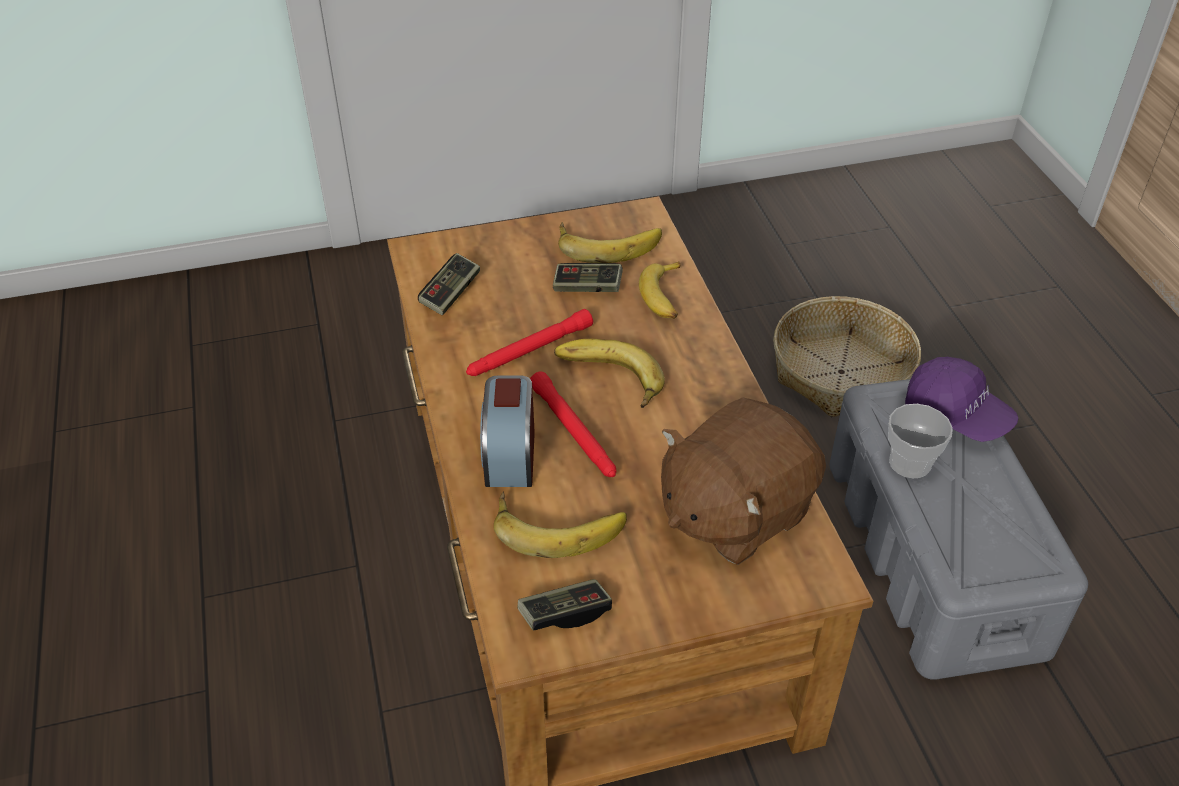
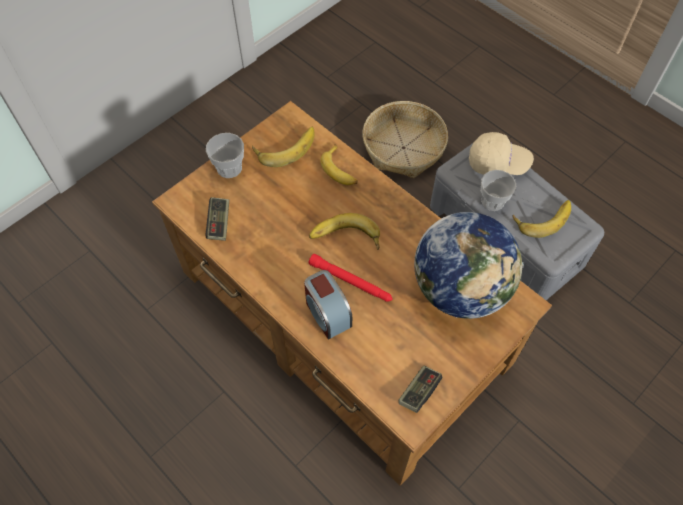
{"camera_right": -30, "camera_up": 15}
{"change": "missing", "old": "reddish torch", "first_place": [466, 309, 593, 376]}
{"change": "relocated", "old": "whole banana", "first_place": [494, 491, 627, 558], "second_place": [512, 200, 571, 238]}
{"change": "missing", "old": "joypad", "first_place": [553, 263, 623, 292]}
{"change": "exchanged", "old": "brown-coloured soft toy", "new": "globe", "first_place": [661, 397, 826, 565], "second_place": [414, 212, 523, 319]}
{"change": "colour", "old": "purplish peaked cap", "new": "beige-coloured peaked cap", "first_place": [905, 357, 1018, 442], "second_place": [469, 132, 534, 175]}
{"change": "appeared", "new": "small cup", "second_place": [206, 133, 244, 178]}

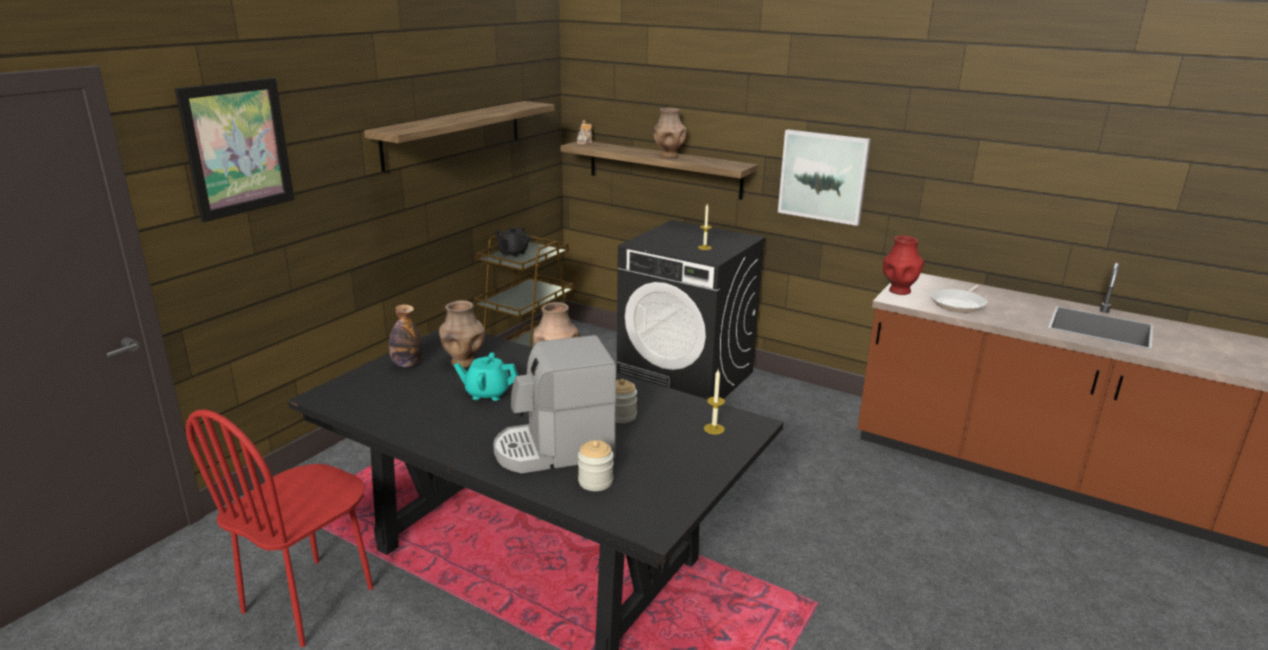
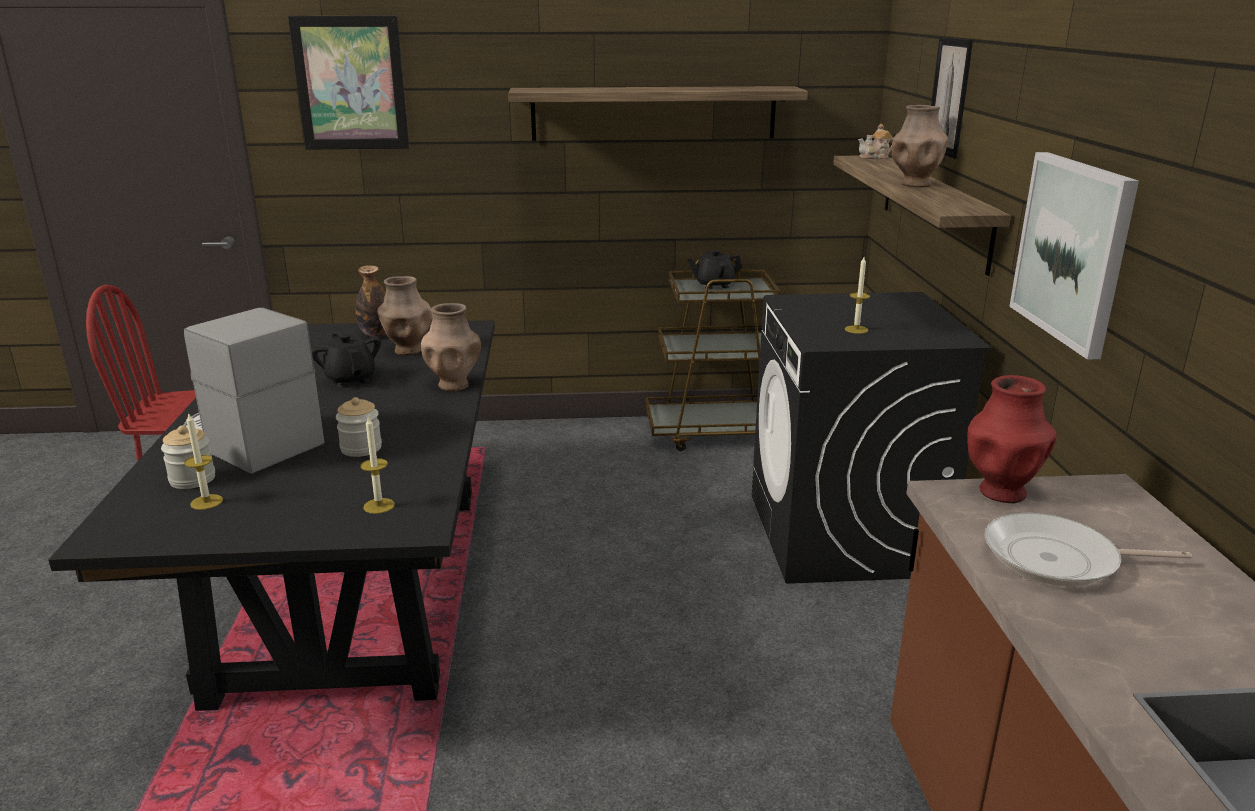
{"camera_right": 55, "camera_up": 0}
{"change": "colour", "old": "turquoise pot for tea", "new": "black pot for tea", "first_place": [454, 352, 518, 401], "second_place": [311, 334, 381, 387]}
{"change": "appeared", "new": "wax candle", "second_place": [184, 412, 223, 510]}
{"change": "appeared", "new": "wall art", "second_place": [931, 37, 973, 159]}

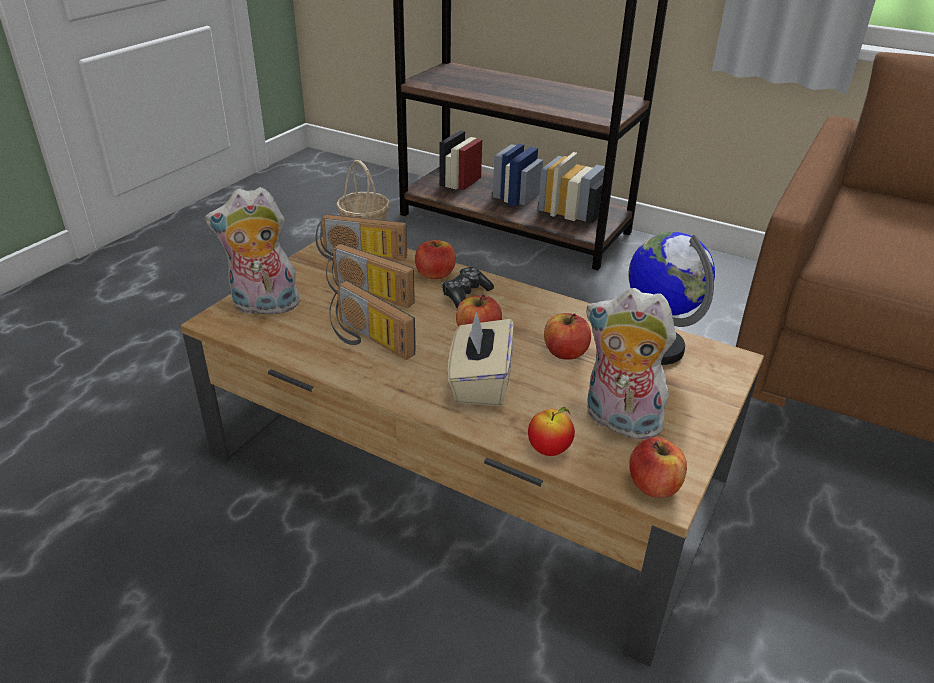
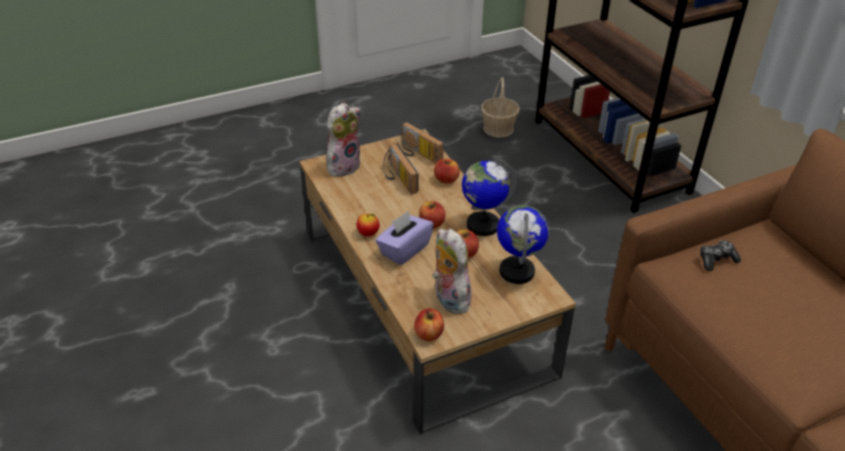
{"camera_right": 35, "camera_up": 5}
{"change": "spun", "old": "soft toy", "first_place": [205, 187, 300, 317], "second_place": [326, 103, 360, 177], "degrees": 105}
{"change": "missing", "old": "radio set", "first_place": [329, 281, 416, 360]}
{"change": "relocated", "old": "joypad", "first_place": [442, 267, 494, 308], "second_place": [700, 240, 741, 271]}
{"change": "colour", "old": "beige-coloured tissue holder", "new": "purplish tissue holder", "first_place": [448, 312, 514, 406], "second_place": [375, 211, 434, 265]}
{"change": "relocated", "old": "apple", "first_place": [528, 407, 575, 456], "second_place": [357, 214, 380, 236]}
{"change": "appeared", "new": "globe", "second_place": [462, 160, 517, 236]}

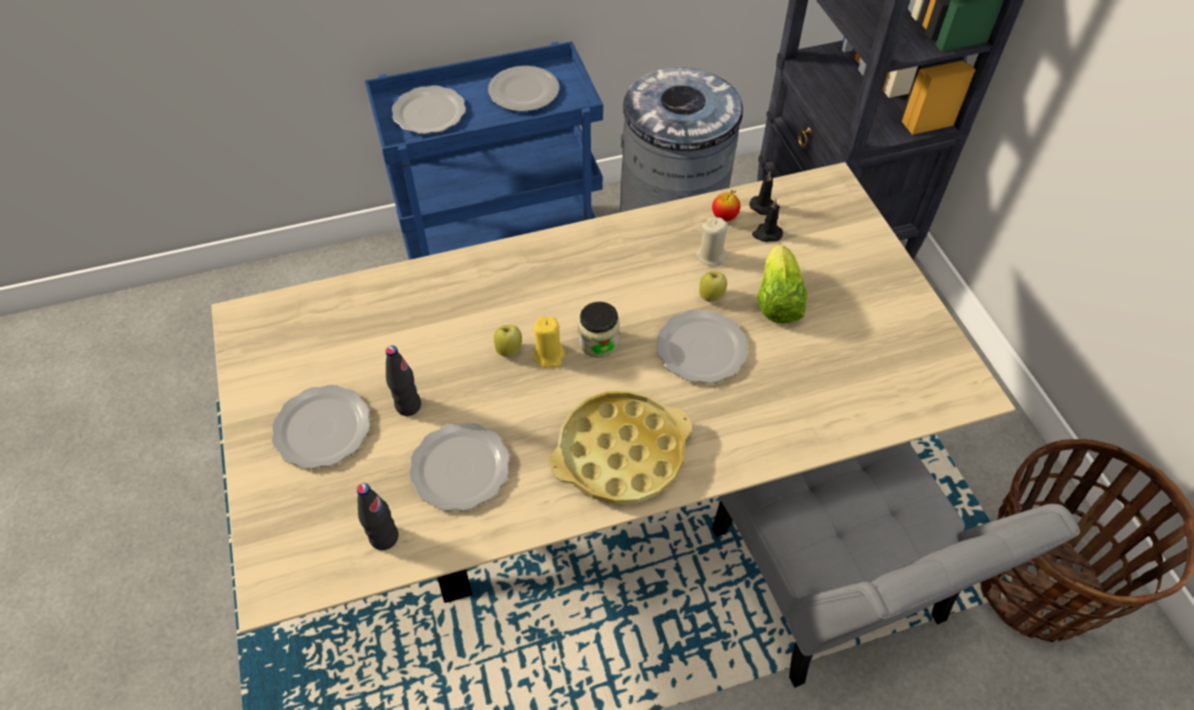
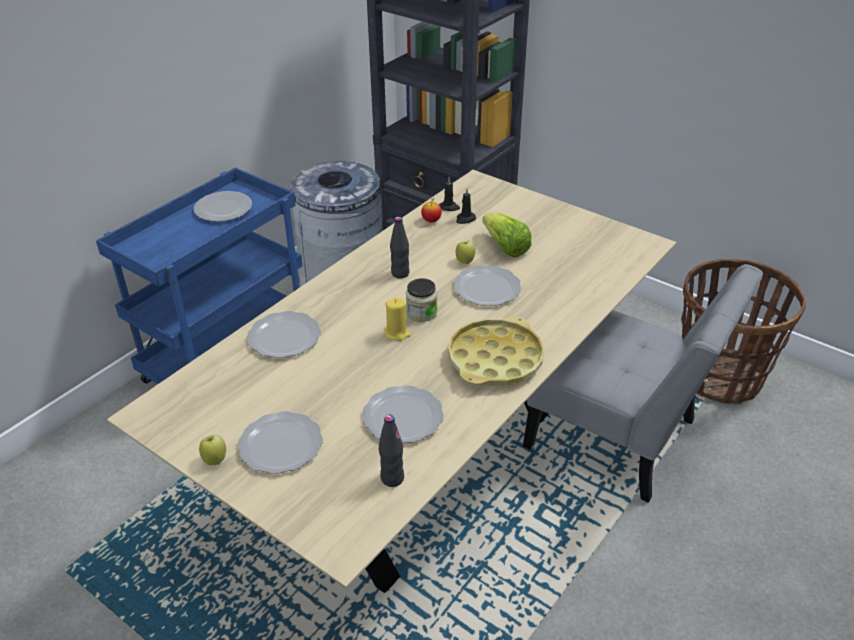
{"camera_right": -35, "camera_up": -15}
{"change": "relocated", "old": "black beverage bottle", "first_place": [386, 346, 421, 416], "second_place": [390, 217, 409, 279]}
{"change": "relocated", "old": "flat dish", "first_place": [392, 85, 466, 134], "second_place": [247, 311, 321, 358]}
{"change": "relocated", "old": "apple", "first_place": [494, 325, 522, 357], "second_place": [199, 435, 226, 465]}
{"change": "missing", "old": "beige-coloured wax candle", "first_place": [696, 217, 728, 266]}

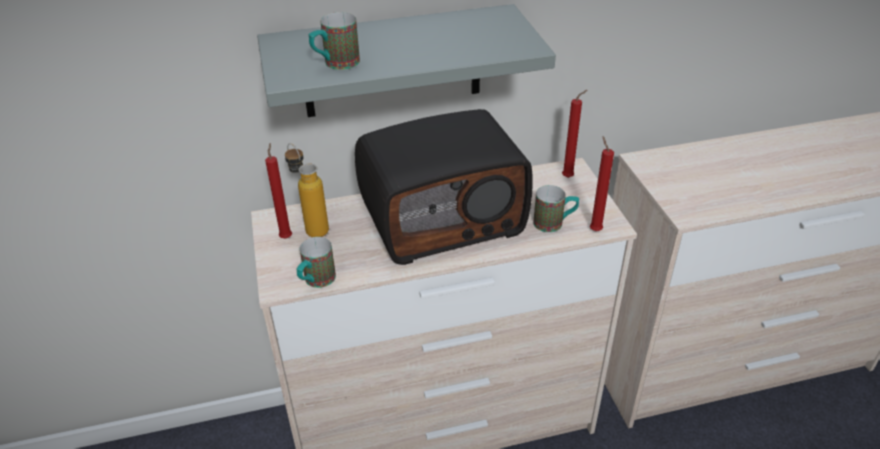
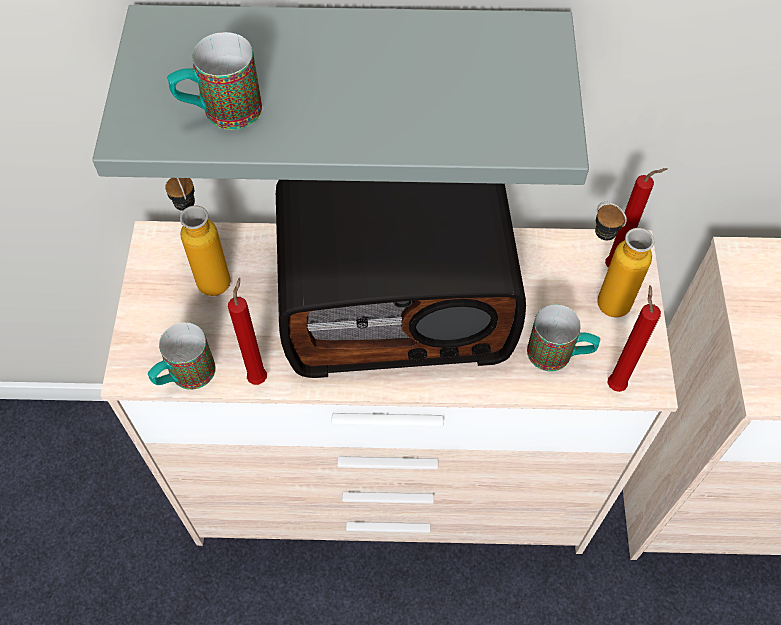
{"camera_right": 15, "camera_up": 20}
{"change": "relocated", "old": "reddish wax candle", "first_place": [265, 143, 292, 238], "second_place": [228, 278, 267, 385]}
{"change": "appeared", "new": "beverage bottle", "second_place": [595, 202, 654, 317]}

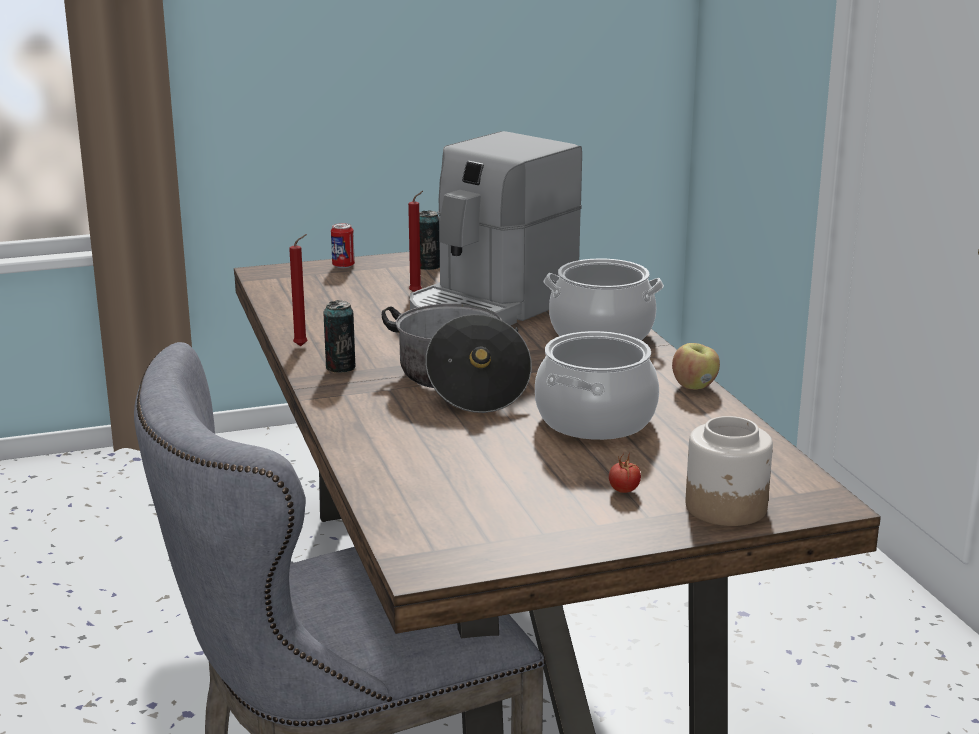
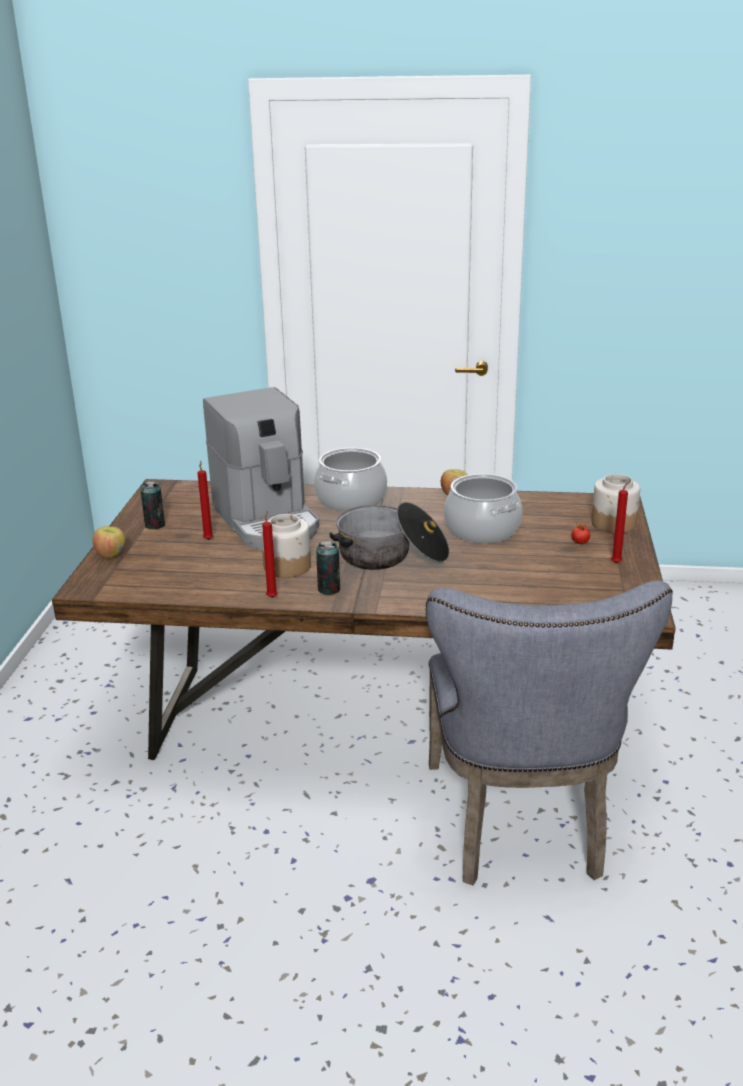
{"camera_right": -65, "camera_up": 5}
{"change": "exchanged", "old": "sealed can", "new": "apple", "first_place": [331, 223, 355, 268], "second_place": [93, 526, 126, 558]}
{"change": "appeared", "new": "jar", "second_place": [261, 514, 311, 578]}
{"change": "appeared", "new": "reddish wax candle", "second_place": [611, 481, 631, 563]}

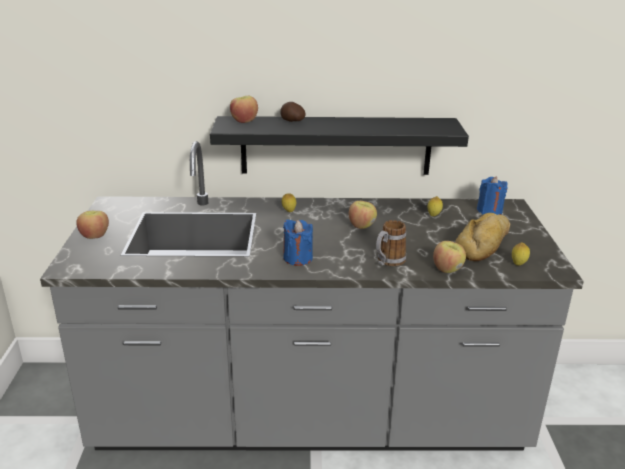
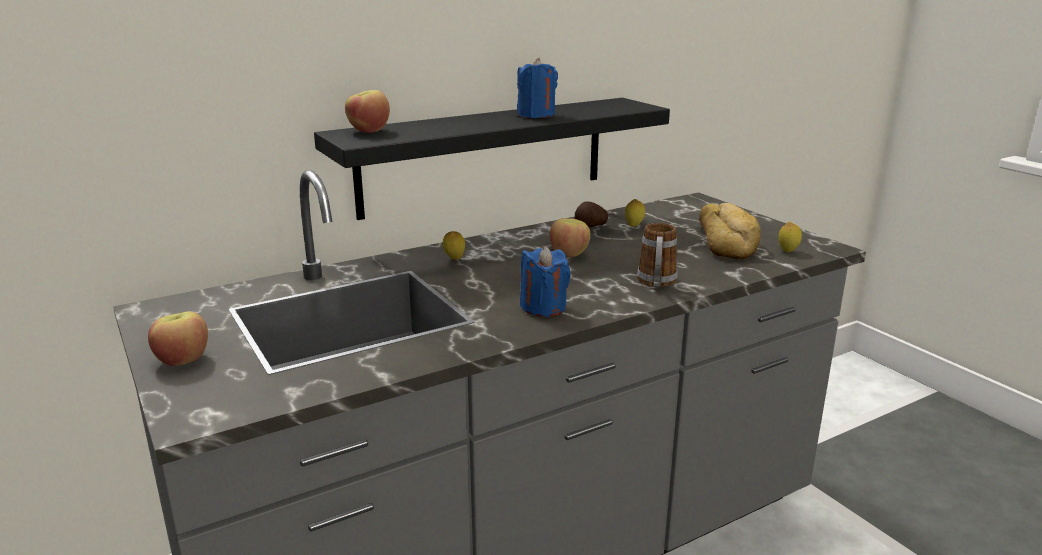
{"camera_right": -30, "camera_up": -5}
{"change": "relocated", "old": "potato", "first_place": [280, 102, 305, 122], "second_place": [575, 201, 608, 227]}
{"change": "missing", "old": "apple", "first_place": [433, 241, 466, 273]}
{"change": "relocated", "old": "bluish wax candle", "first_place": [477, 176, 508, 215], "second_place": [517, 57, 558, 118]}

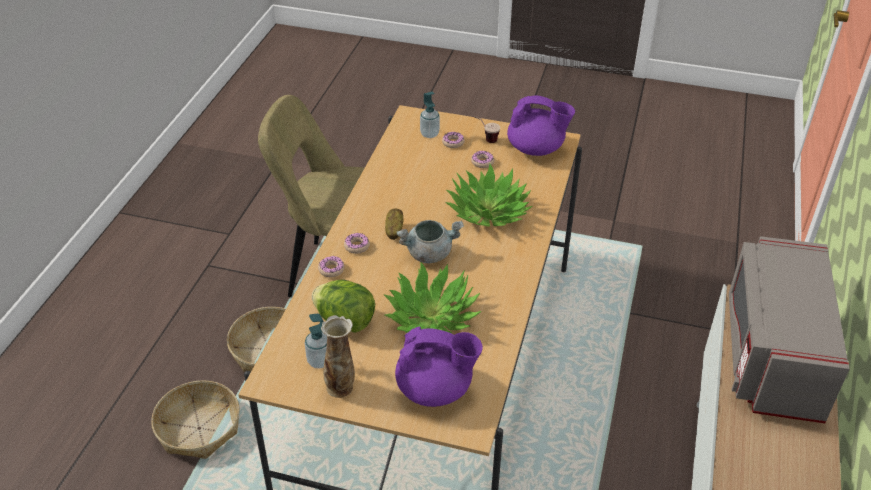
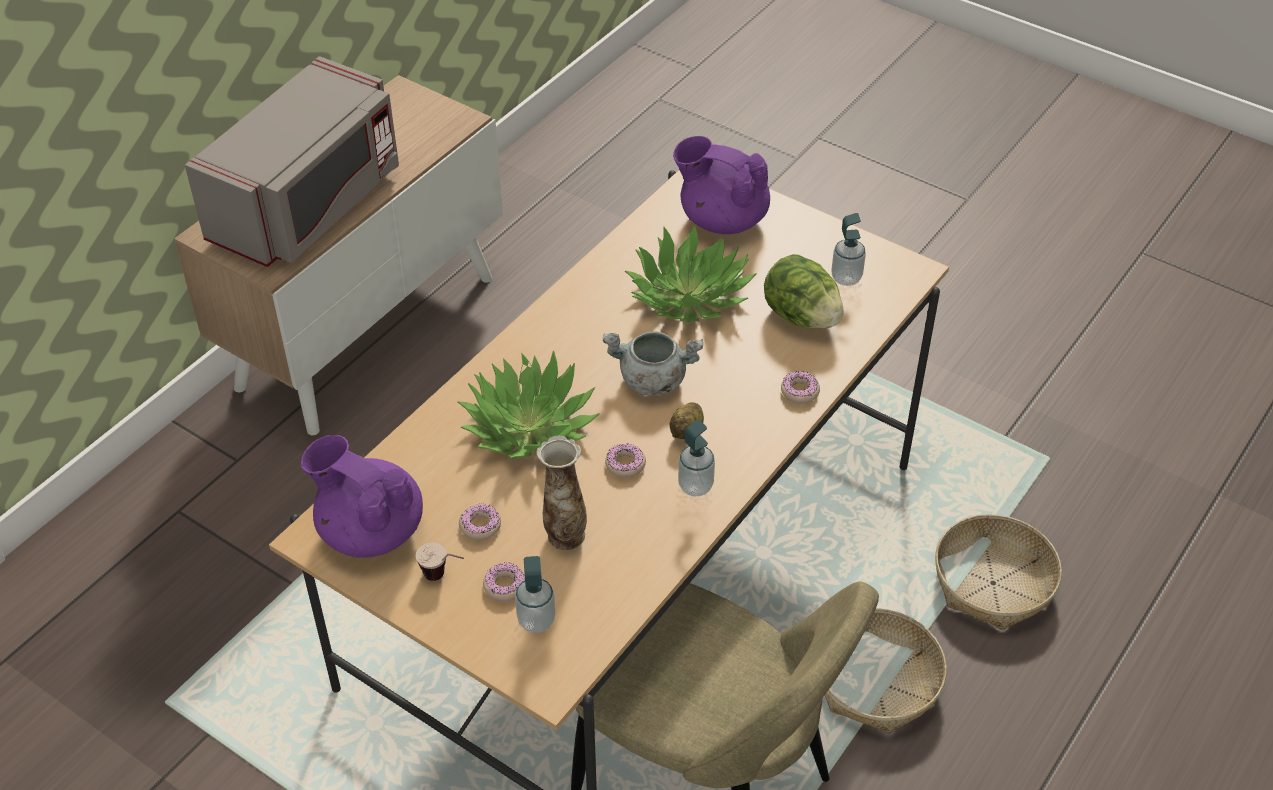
{"camera_right": -160, "camera_up": 5}
{"change": "relocated", "old": "vase", "first_place": [321, 315, 355, 398], "second_place": [537, 436, 587, 550]}
{"change": "relocated", "old": "donut", "first_place": [344, 233, 370, 254], "second_place": [605, 444, 646, 478]}
{"change": "appeared", "new": "liquid soap bottle", "second_place": [678, 419, 715, 496]}

